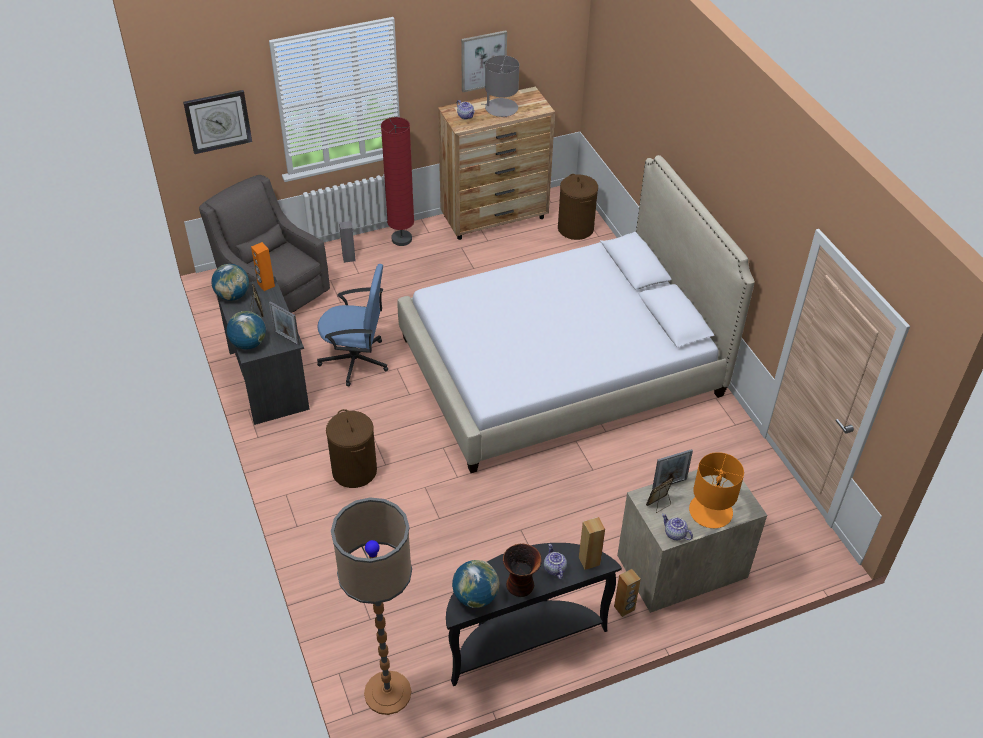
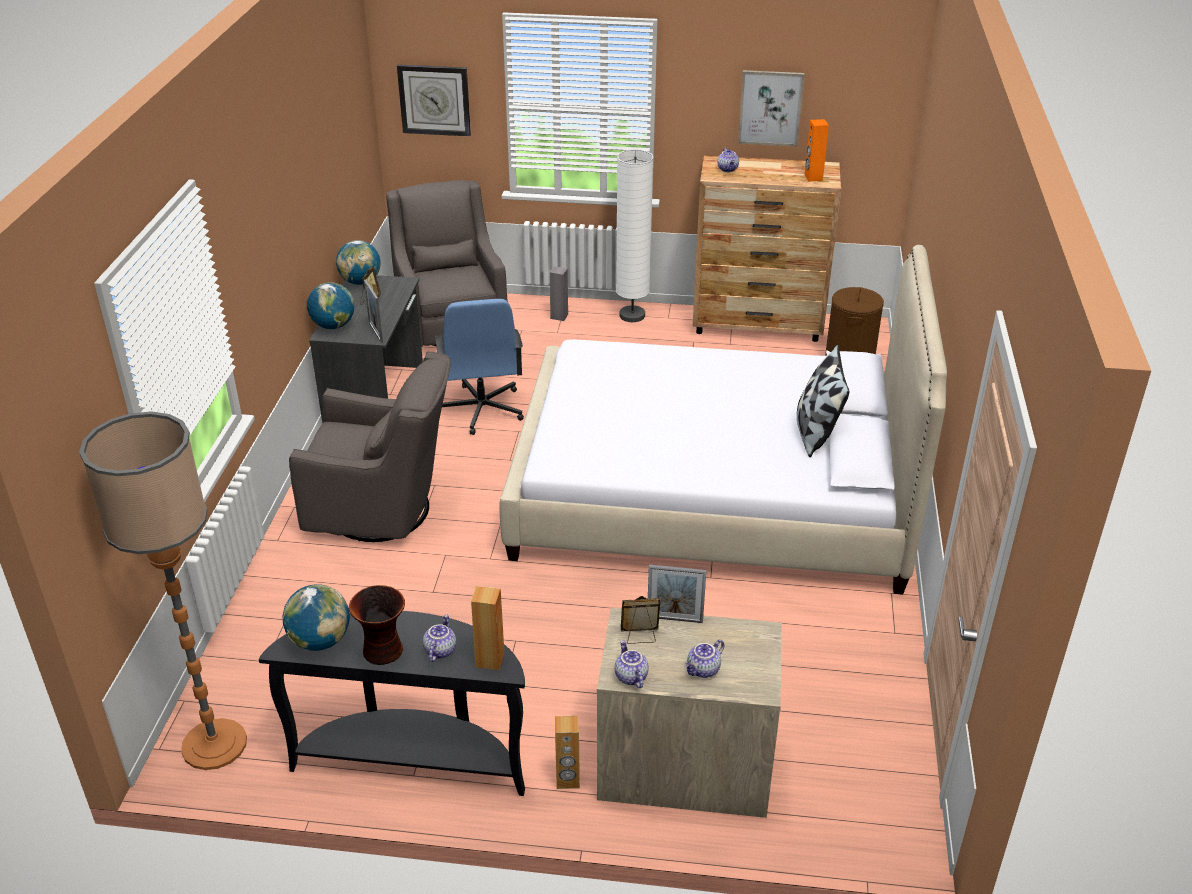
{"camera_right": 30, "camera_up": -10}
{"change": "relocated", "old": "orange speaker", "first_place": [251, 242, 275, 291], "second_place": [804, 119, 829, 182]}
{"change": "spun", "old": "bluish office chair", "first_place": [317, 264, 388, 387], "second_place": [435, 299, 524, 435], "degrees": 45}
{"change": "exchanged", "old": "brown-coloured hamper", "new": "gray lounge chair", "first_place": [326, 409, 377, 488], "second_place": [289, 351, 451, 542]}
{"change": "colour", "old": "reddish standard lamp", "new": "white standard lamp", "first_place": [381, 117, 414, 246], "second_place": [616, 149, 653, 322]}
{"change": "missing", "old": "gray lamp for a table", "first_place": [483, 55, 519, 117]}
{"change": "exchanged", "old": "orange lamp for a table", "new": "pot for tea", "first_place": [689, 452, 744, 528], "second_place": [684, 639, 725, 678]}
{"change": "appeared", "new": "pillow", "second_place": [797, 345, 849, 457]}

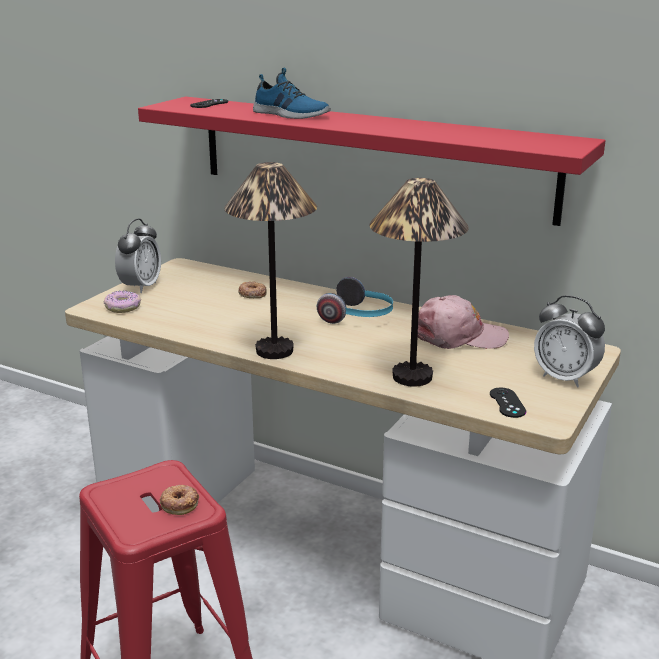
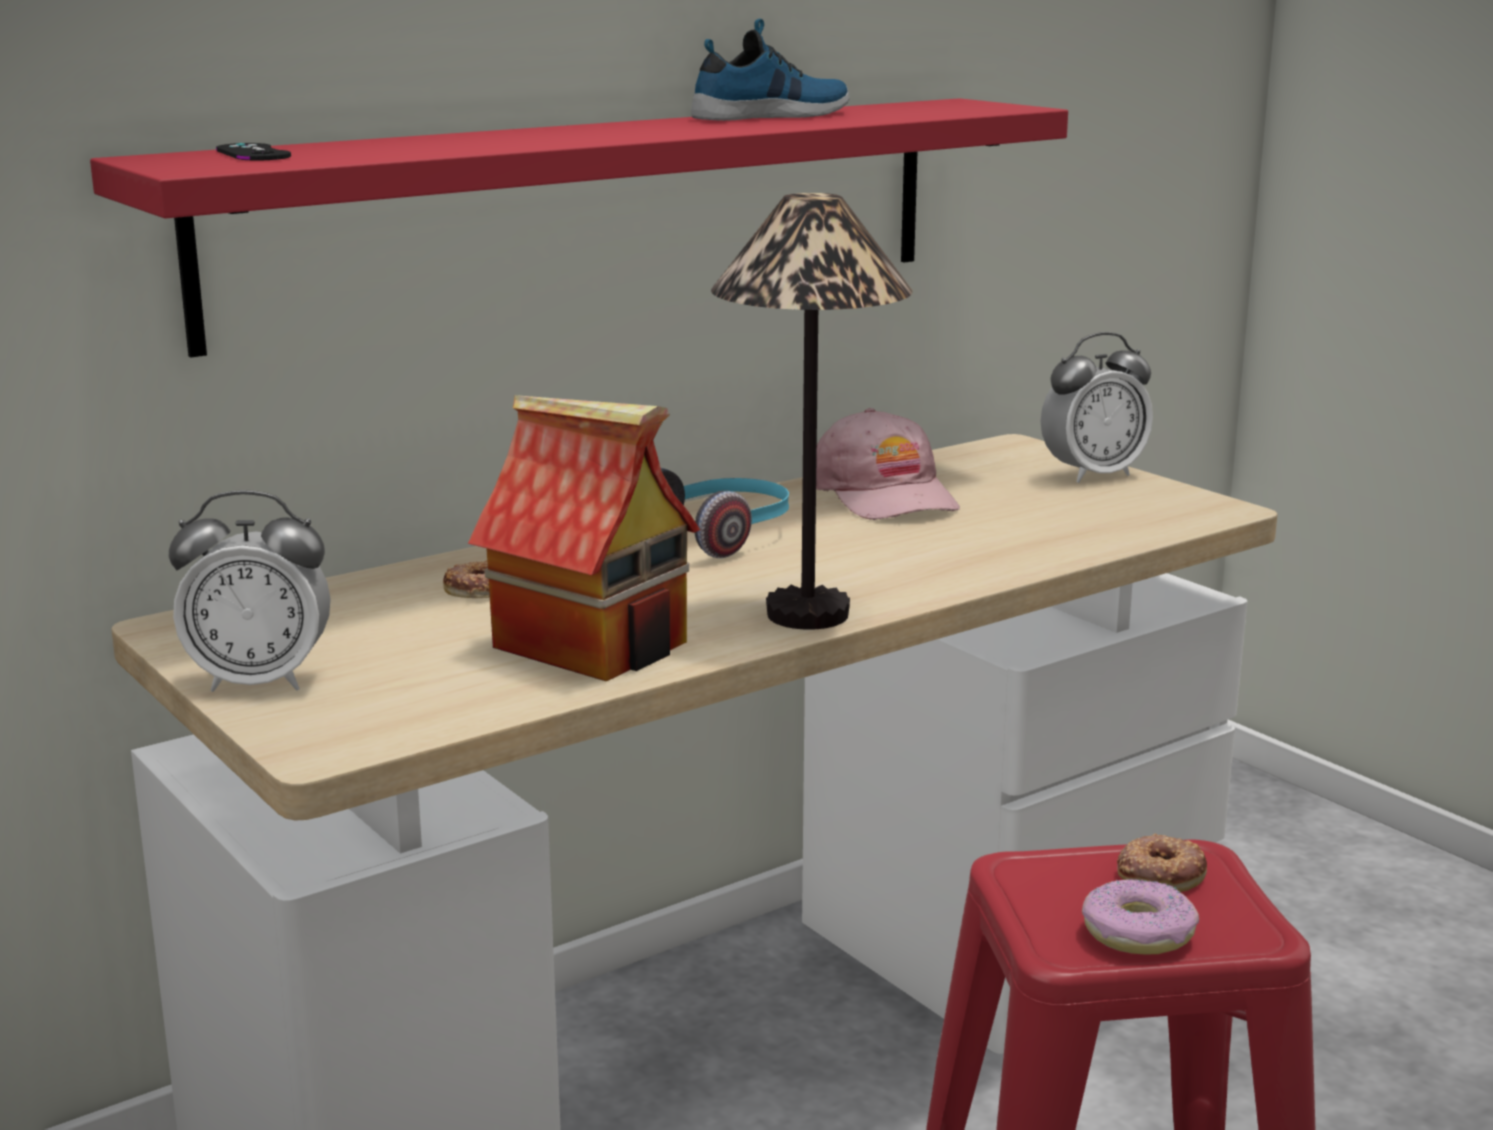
{"camera_right": -65, "camera_up": -5}
{"change": "relocated", "old": "donut", "first_place": [104, 290, 141, 313], "second_place": [1082, 879, 1199, 955]}
{"change": "spun", "old": "alarm clock", "first_place": [115, 218, 161, 293], "second_place": [169, 490, 331, 692], "degrees": 135}
{"change": "relocated", "old": "low shoe", "first_place": [253, 68, 331, 119], "second_place": [691, 19, 850, 121]}
{"change": "missing", "old": "lamp for a table", "first_place": [369, 178, 469, 387]}
{"change": "spun", "old": "pinkish peaked cap", "first_place": [418, 295, 509, 349], "second_place": [816, 408, 960, 520], "degrees": 135}
{"change": "missing", "old": "black joypad", "first_place": [490, 388, 526, 418]}
{"change": "appeared", "new": "toy house", "second_place": [468, 395, 700, 681]}

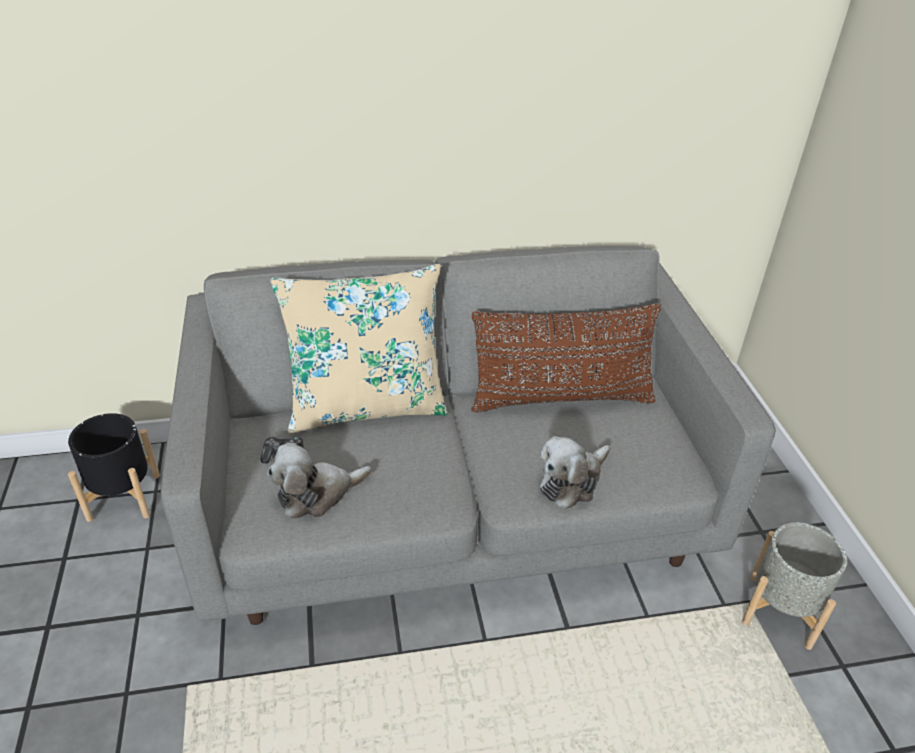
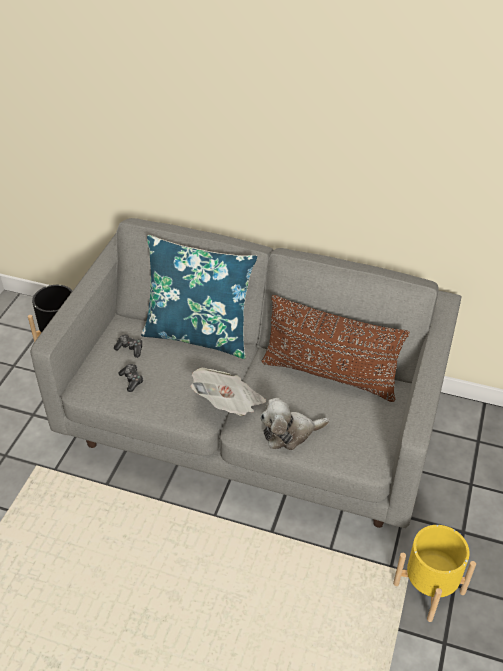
{"camera_right": 30, "camera_up": 5}
{"change": "exchanged", "old": "soft toy", "new": "joypad", "first_place": [267, 443, 372, 519], "second_place": [119, 364, 143, 392]}
{"change": "colour", "old": "beige-coloured pillow", "new": "bluish pillow", "first_place": [270, 264, 448, 433], "second_place": [141, 235, 257, 359]}
{"change": "colour", "old": "gray planter", "new": "yellow planter", "first_place": [742, 522, 847, 650], "second_place": [393, 525, 476, 622]}
{"change": "appeared", "new": "daily paper", "second_place": [190, 368, 266, 416]}

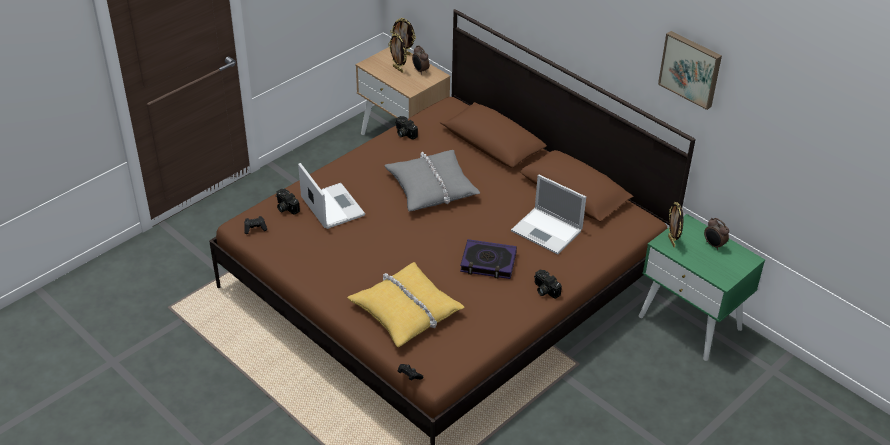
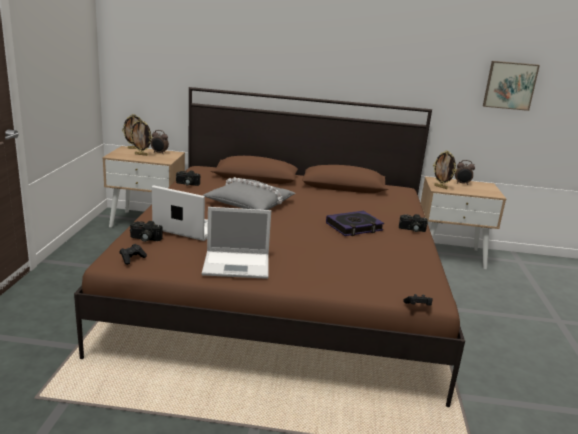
{"camera_right": -40, "camera_up": -20}
{"change": "missing", "old": "yellow pillow", "first_place": [347, 262, 464, 347]}
{"change": "relocated", "old": "portable computer", "first_place": [511, 175, 586, 254], "second_place": [202, 207, 271, 279]}
{"change": "colour", "old": "green-coloured bedside table", "new": "beige-coloured bedside table", "first_place": [639, 214, 765, 361], "second_place": [421, 176, 506, 269]}
{"change": "relocated", "old": "wall art", "first_place": [658, 31, 722, 110], "second_place": [483, 61, 540, 111]}

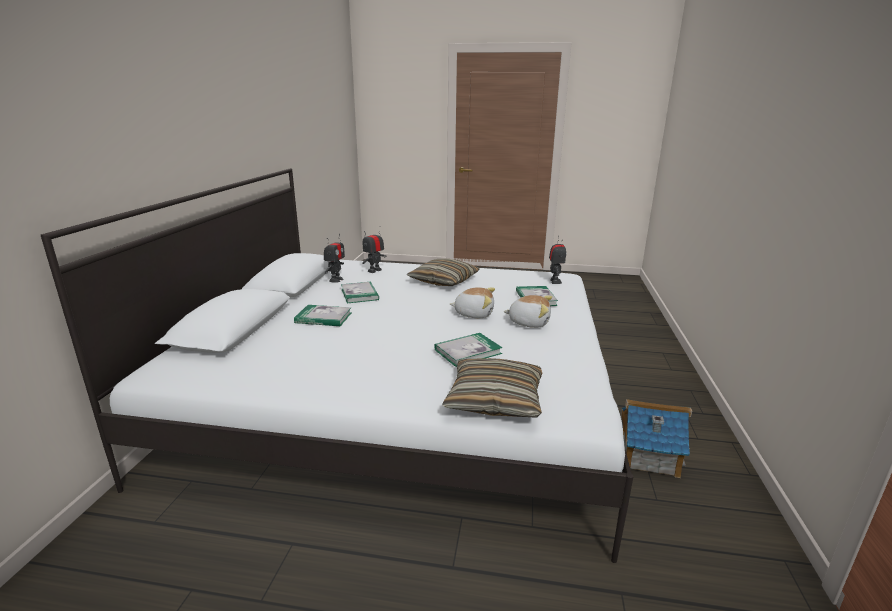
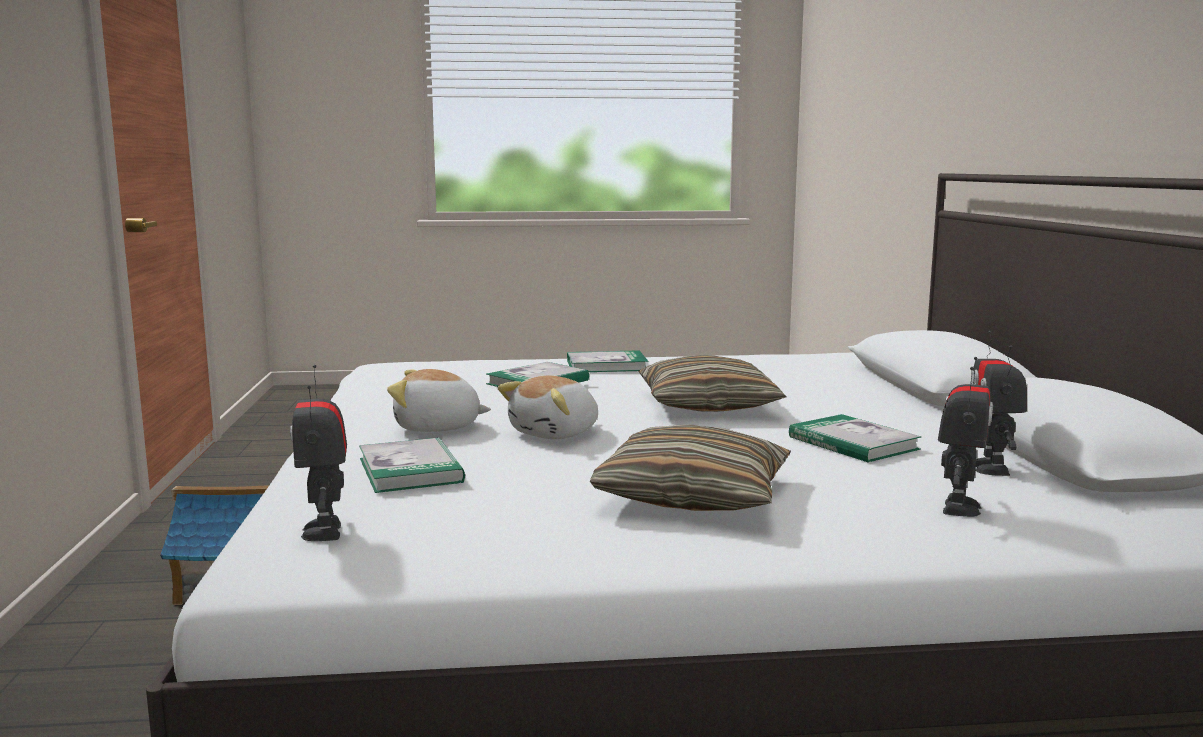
{"camera_right": 165, "camera_up": -10}
{"change": "relocated", "old": "volume", "first_place": [294, 305, 351, 326], "second_place": [567, 350, 648, 372]}
{"change": "relocated", "old": "pillow", "first_place": [442, 358, 542, 418], "second_place": [638, 355, 786, 412]}
{"change": "spun", "old": "soft toy", "first_place": [450, 287, 495, 318], "second_place": [498, 375, 598, 439], "degrees": -45}

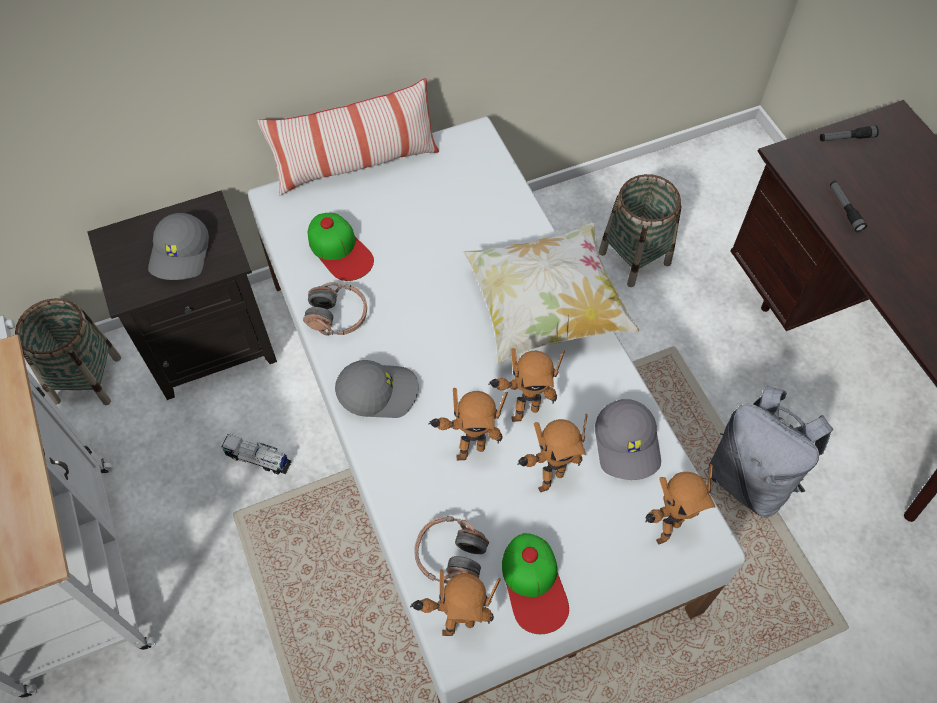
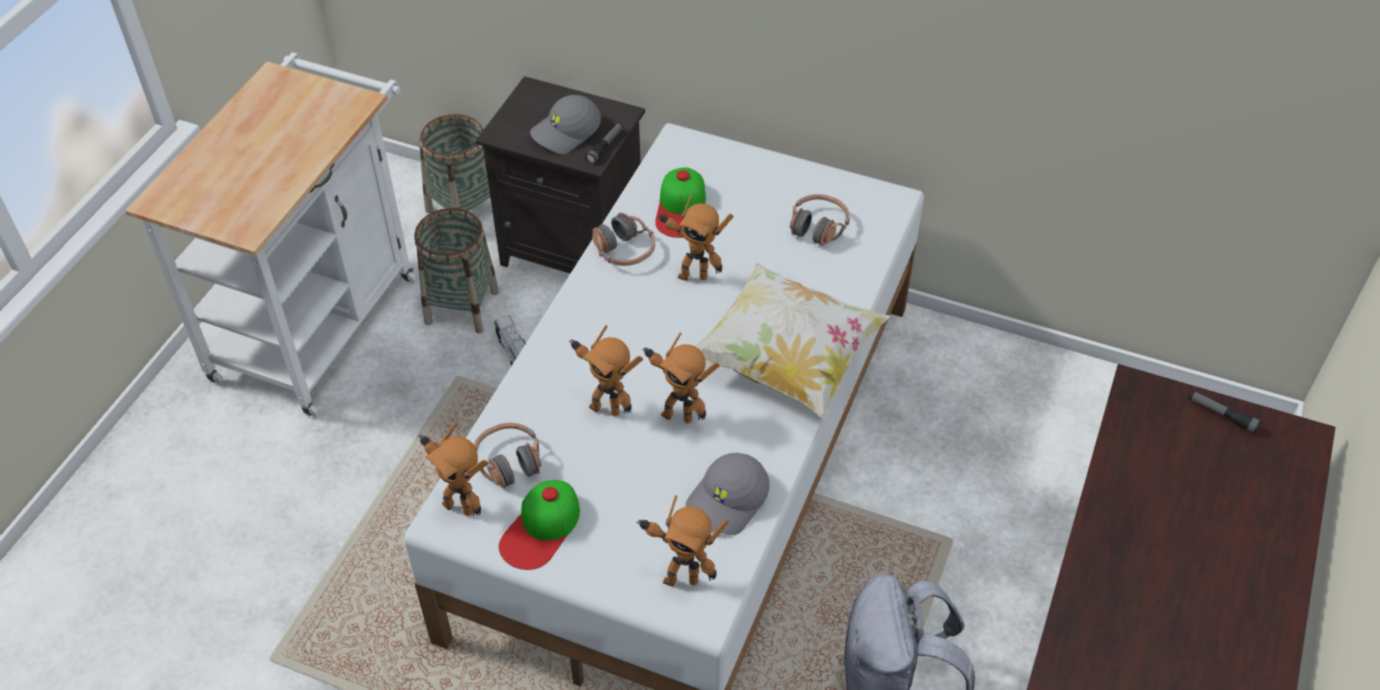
{"camera_right": 45, "camera_up": -10}
{"change": "missing", "old": "pillow", "first_place": [257, 78, 439, 196]}
{"change": "missing", "old": "gray peaked cap", "first_place": [335, 360, 419, 418]}
{"change": "relocated", "old": "model robot", "first_place": [517, 414, 588, 492], "second_place": [657, 194, 734, 281]}
{"change": "relocated", "old": "storage basket", "first_place": [599, 174, 682, 287], "second_place": [414, 208, 499, 333]}
{"change": "relocated", "old": "torch", "first_place": [830, 181, 867, 232], "second_place": [585, 123, 623, 164]}
{"change": "appeared", "new": "pair of headphones", "second_place": [790, 194, 850, 246]}

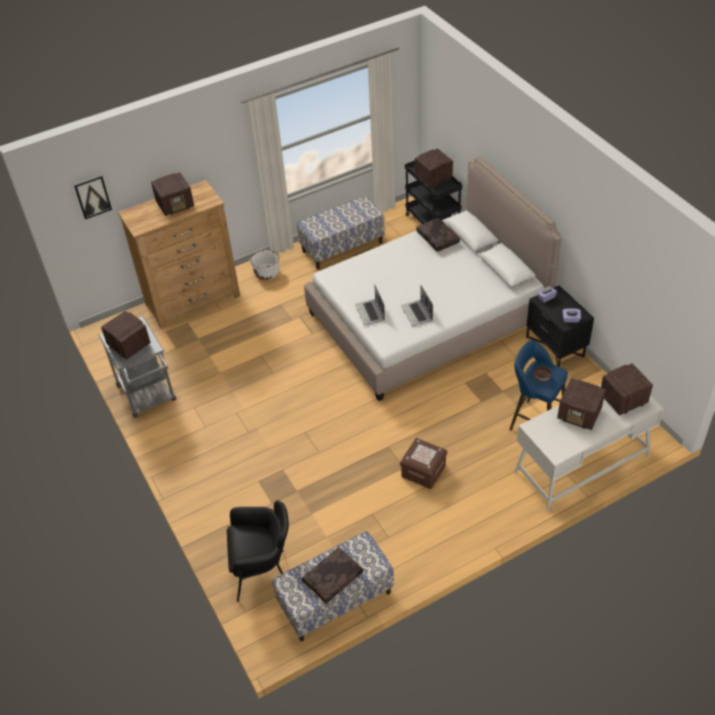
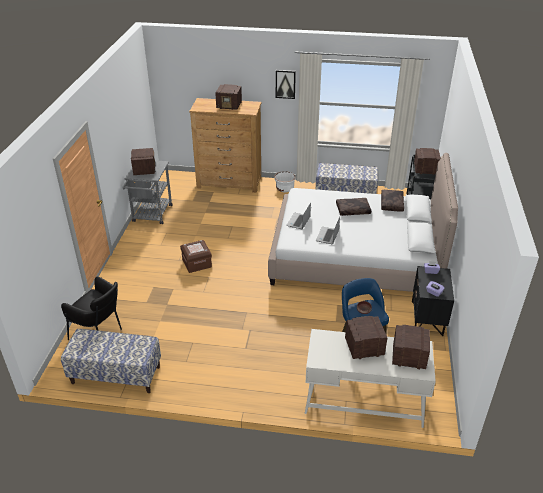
{"camera_right": 35, "camera_up": -10}
{"change": "relocated", "old": "wall art", "first_place": [74, 175, 112, 219], "second_place": [276, 70, 296, 99]}
{"change": "relocated", "old": "brown-coloured pillow", "first_place": [302, 547, 363, 604], "second_place": [336, 198, 371, 216]}
{"change": "relocated", "old": "brown-coloured storage bin", "first_place": [400, 438, 447, 489], "second_place": [180, 240, 212, 273]}
{"change": "spun", "old": "radio set", "first_place": [557, 378, 606, 430], "second_place": [345, 316, 388, 359], "degrees": 105}

